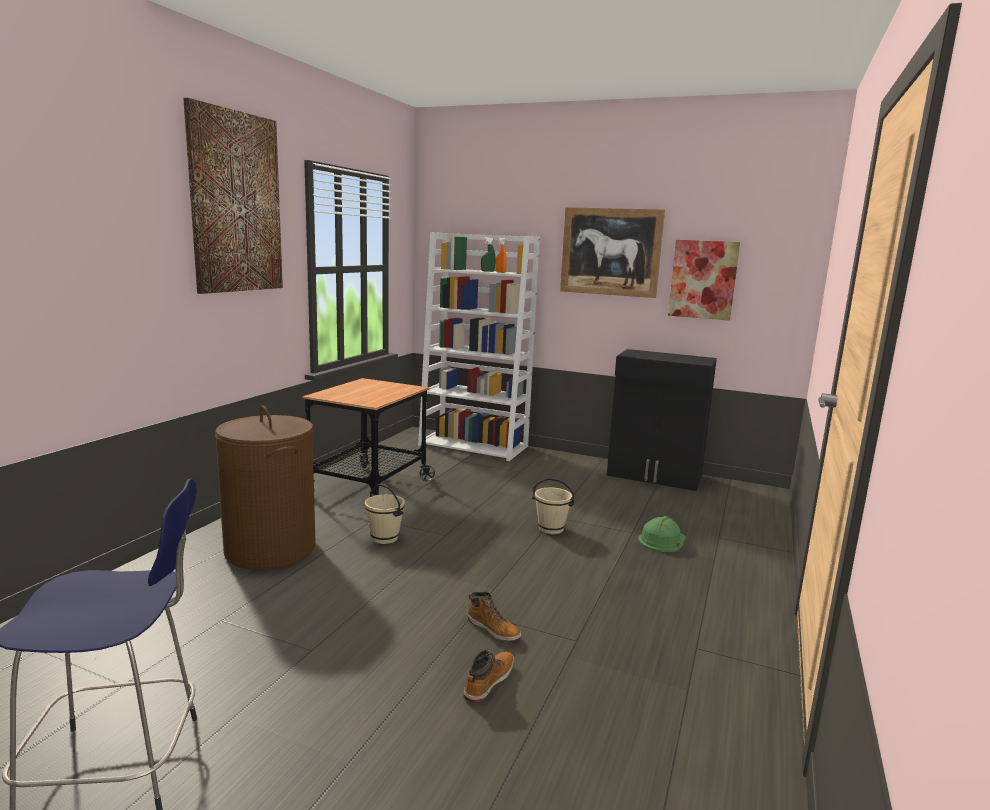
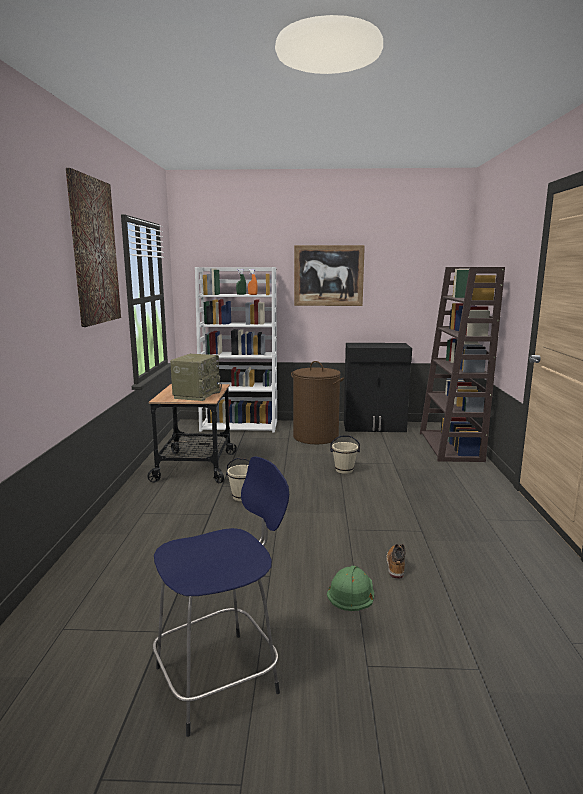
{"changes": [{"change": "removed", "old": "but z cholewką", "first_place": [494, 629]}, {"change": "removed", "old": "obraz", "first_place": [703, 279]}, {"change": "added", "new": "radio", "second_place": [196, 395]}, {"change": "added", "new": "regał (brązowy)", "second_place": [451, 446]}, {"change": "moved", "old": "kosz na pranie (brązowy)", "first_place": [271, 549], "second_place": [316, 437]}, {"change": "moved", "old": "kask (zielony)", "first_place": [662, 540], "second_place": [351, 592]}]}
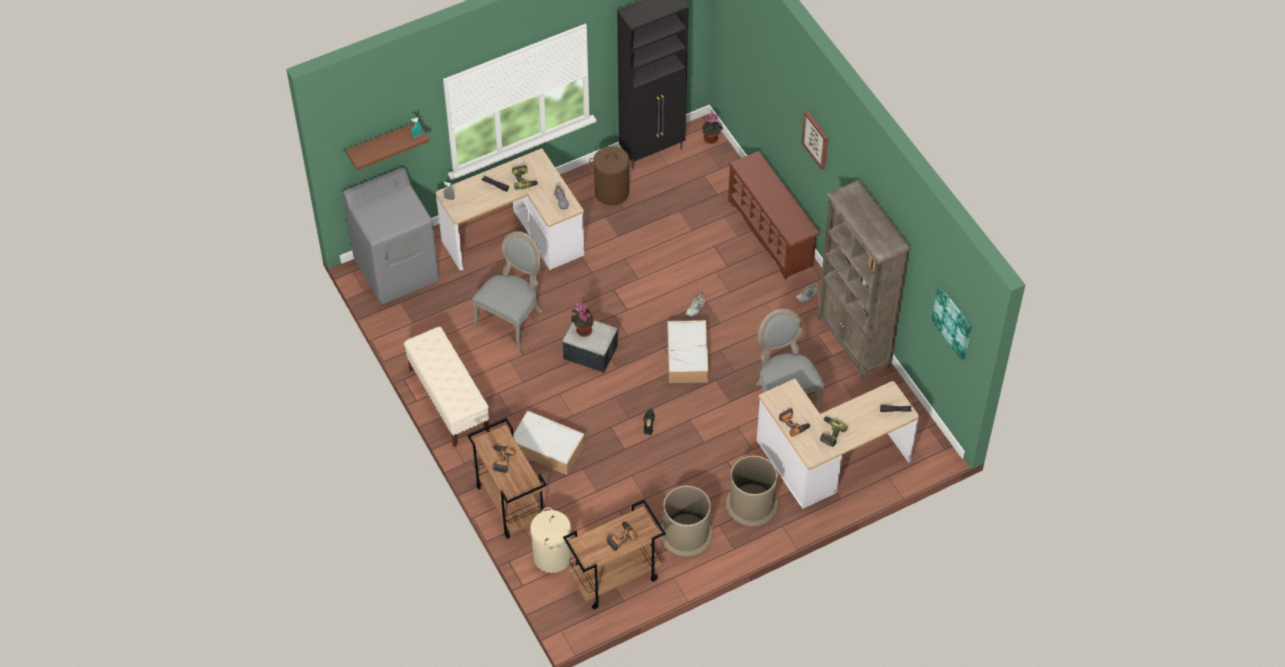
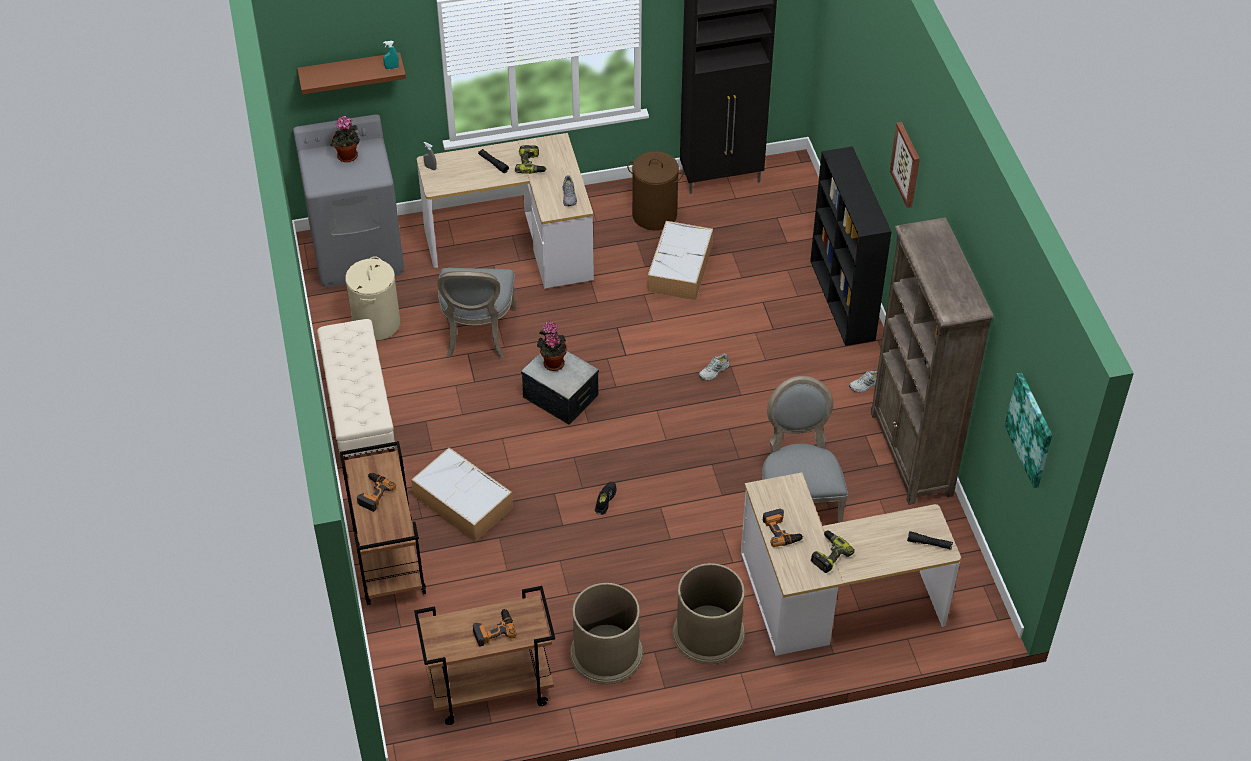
{"changes": [{"change": "moved", "old": "kosz na pranie (beżowy)", "first_place": [552, 556], "second_place": [376, 324]}, {"change": "moved", "old": "pojemnik do przechowywania", "first_place": [687, 357], "second_place": [680, 269]}, {"change": "moved", "old": "roślina doniczkowa", "first_place": [711, 140], "second_place": [348, 157]}, {"change": "replaced", "old": "regał na buty (brązowy)", "new": "regał (czarny)", "first_place": [771, 233], "second_place": [843, 301]}, {"change": "turned", "old": "krzesło (szary)", "first_place": [512, 317], "second_place": [477, 335], "degrees": 135}]}
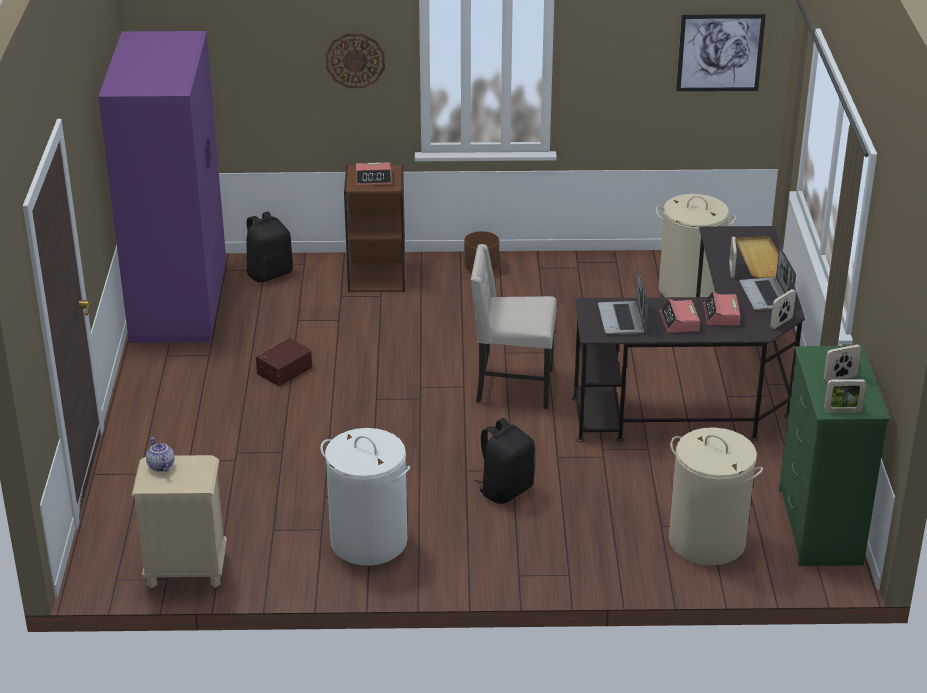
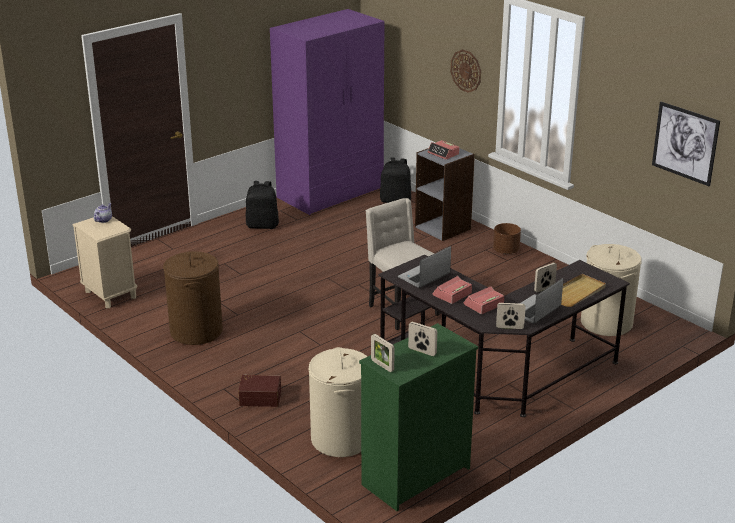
{"changes": [{"change": "moved", "old": "pojemnik do przechowywania (brązowy)", "first_place": [283, 370], "second_place": [260, 397]}, {"change": "moved", "old": "plecak (czarny)", "first_place": [505, 489], "second_place": [262, 225]}, {"change": "recoloured", "old": "kosz na pranie (biały)", "new": "kosz na pranie (brązowy)", "first_place": [368, 541], "second_place": [196, 331]}, {"change": "recoloured", "old": "regał (brązowy)", "new": "regał (szary)", "first_place": [377, 277], "second_place": [443, 228]}]}
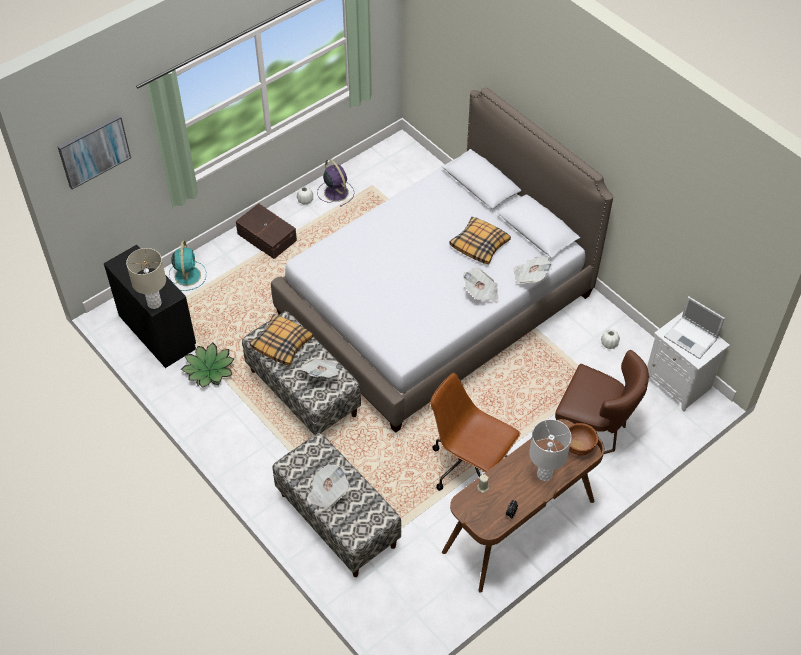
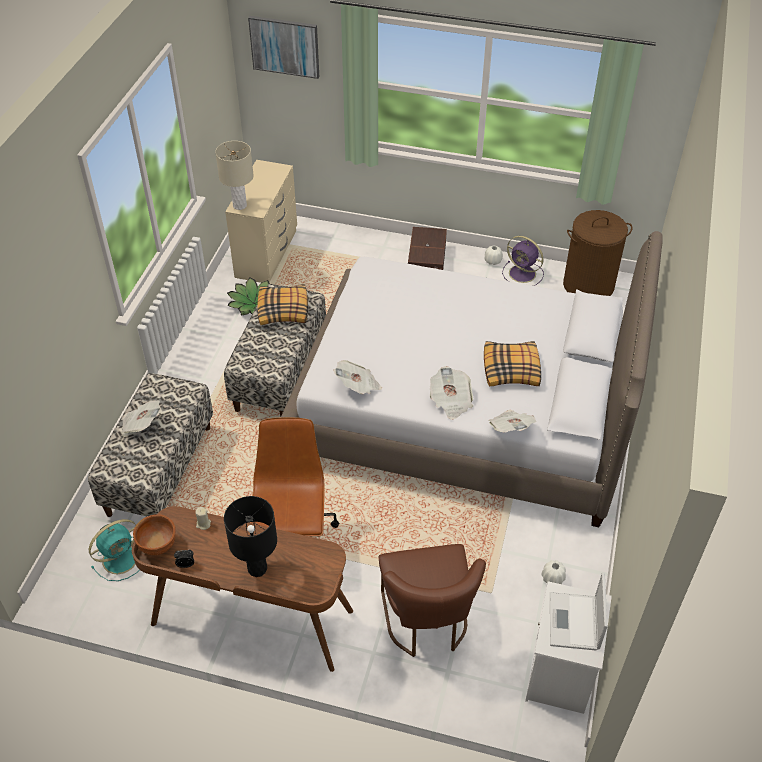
{"changes": [{"change": "added", "new": "kosz na pranie (brązowy)", "second_place": [588, 285]}, {"change": "moved", "old": "wentylator (turkusowy)", "first_place": [187, 275], "second_place": [121, 558]}, {"change": "moved", "old": "gazeta", "first_place": [322, 373], "second_place": [358, 386]}, {"change": "moved", "old": "miska (brązowy)", "first_place": [579, 447], "second_place": [158, 546]}, {"change": "recoloured", "old": "komoda (czarny)", "new": "komoda (beżowy)", "first_place": [158, 331], "second_place": [267, 253]}, {"change": "recoloured", "old": "lampa stołowa (biały)", "new": "lampa stołowa (czarny)", "first_place": [544, 474], "second_place": [257, 568]}, {"change": "turned", "old": "wentylator (fioletowy)", "first_place": [335, 192], "second_place": [523, 274], "degrees": 105}]}
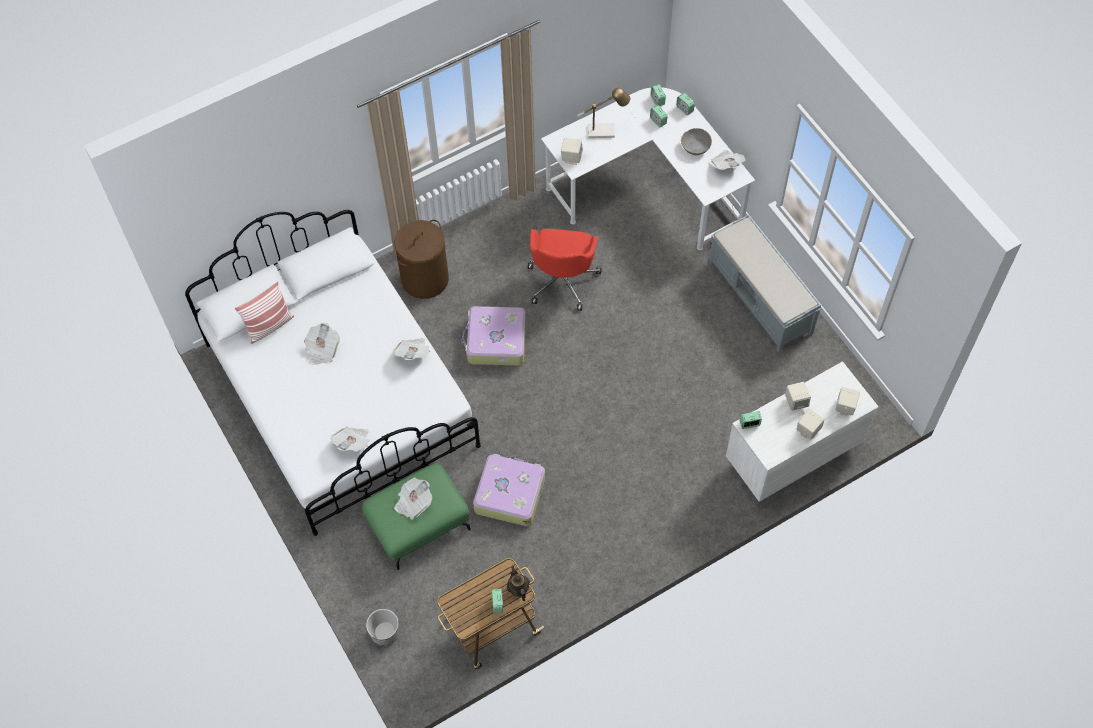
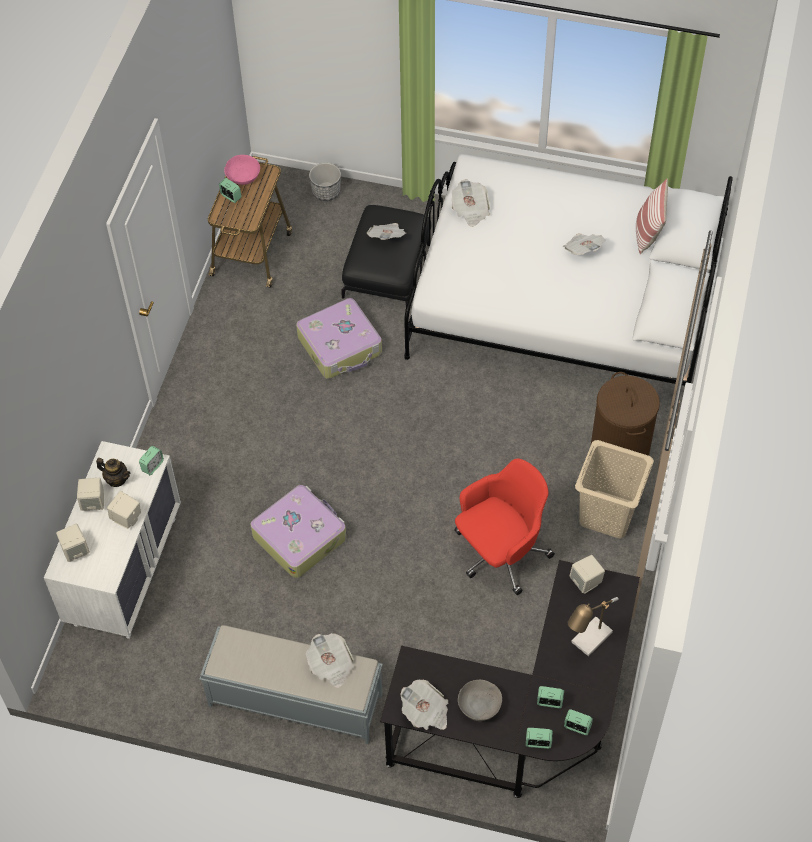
{"changes": [{"change": "added", "new": "miska (różowy)", "second_place": [243, 176]}, {"change": "added", "new": "kosz na pranie (beżowy)", "second_place": [607, 514]}, {"change": "moved", "old": "gazeta", "first_place": [413, 353], "second_place": [331, 666]}, {"change": "moved", "old": "walizka", "first_place": [495, 341], "second_place": [300, 536]}, {"change": "moved", "old": "imbryk", "first_place": [518, 589], "second_place": [116, 479]}, {"change": "recoloured", "old": "pufa (zielony)", "new": "pufa (czarny)", "first_place": [418, 522], "second_place": [387, 272]}, {"change": "recoloured", "old": "biurko (biały)", "new": "biurko (czarny)", "first_place": [648, 189], "second_place": [525, 721]}, {"change": "turned", "old": "krzesło biurowe (czerwony)", "first_place": [562, 280], "second_place": [500, 553], "degrees": 90}]}
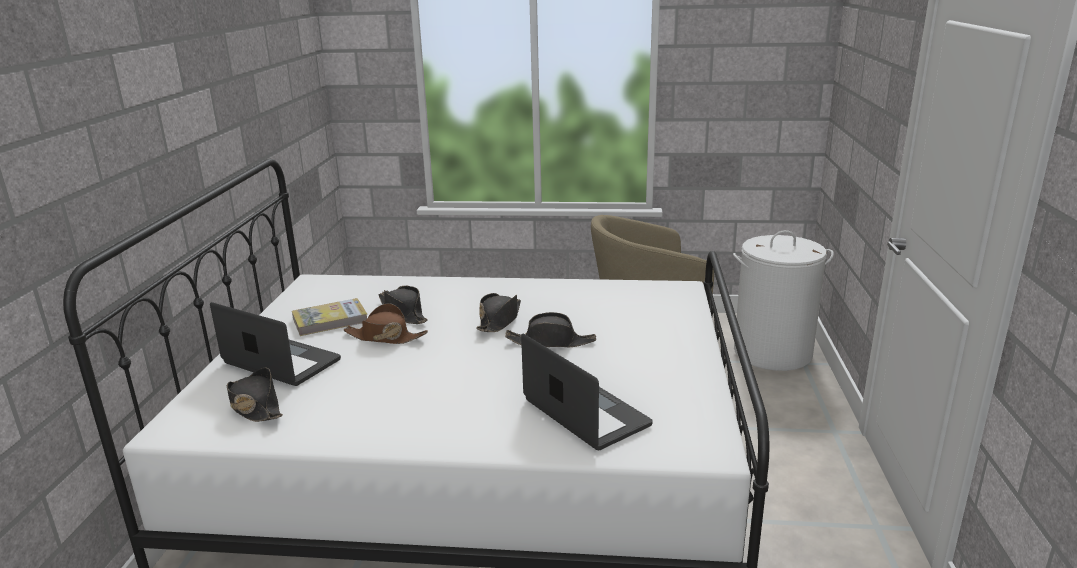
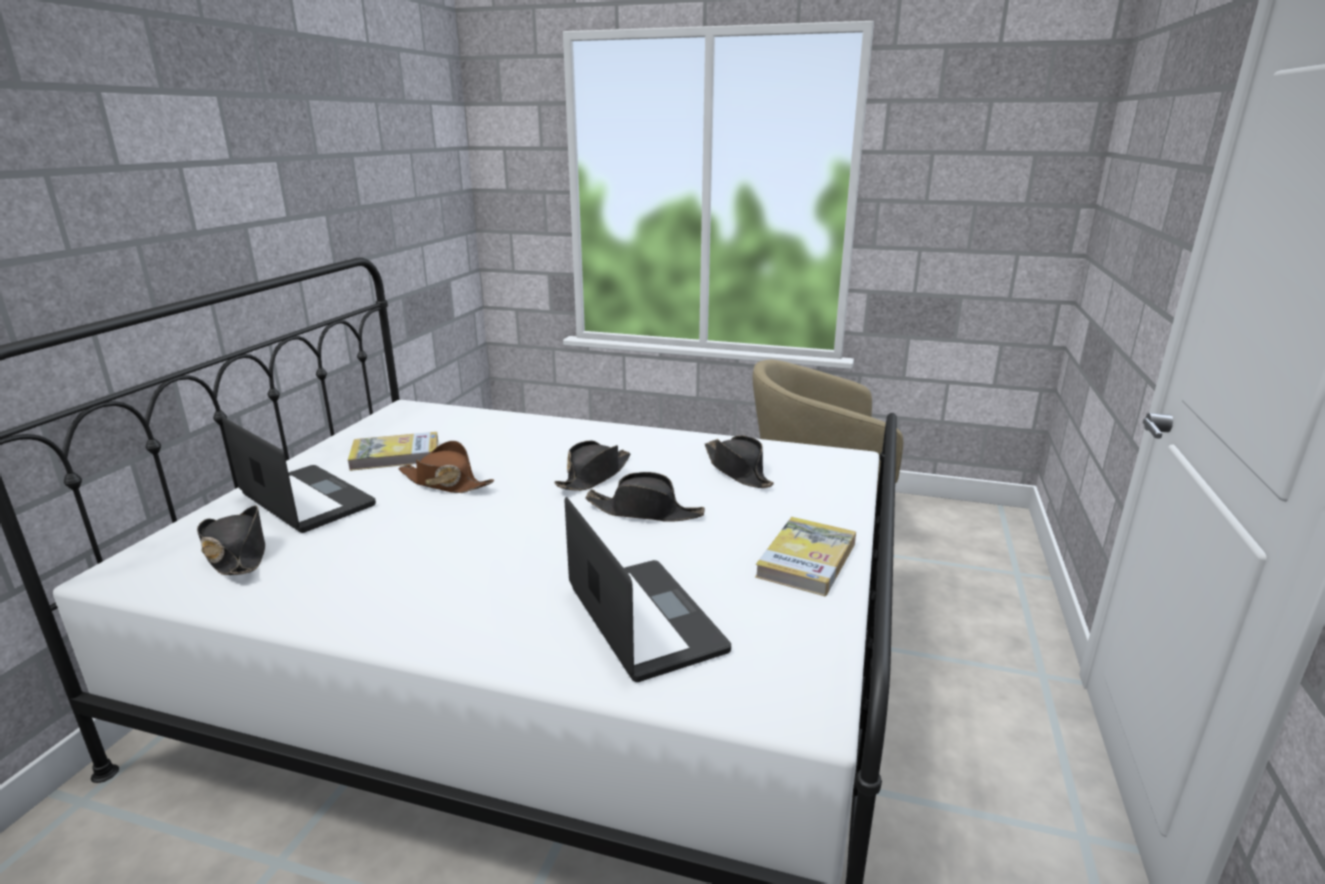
{"changes": [{"change": "removed", "old": "kosz na pranie (biały)", "first_place": [772, 352]}, {"change": "added", "new": "książka", "second_place": [806, 560]}, {"change": "moved", "old": "kapelusz (czarny)", "first_place": [403, 313], "second_place": [737, 471]}]}
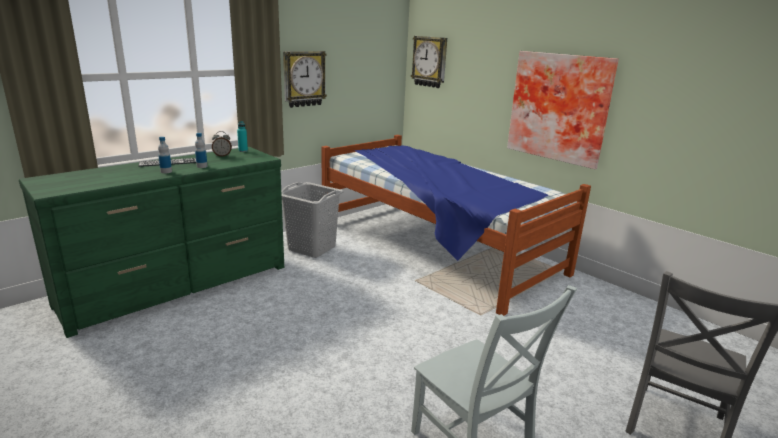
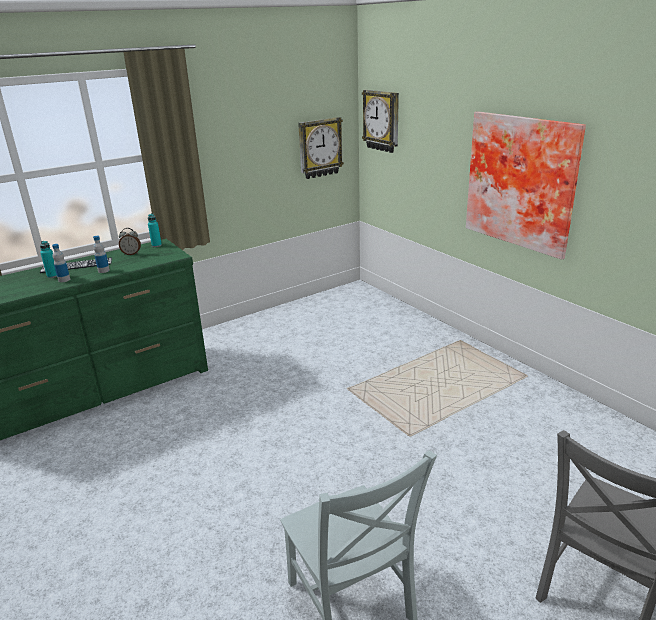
{"changes": [{"change": "removed", "old": "kosz na pranie (szary)", "first_place": [312, 248]}, {"change": "removed", "old": "łóżko", "first_place": [435, 247]}, {"change": "added", "new": "butelka (turkusowy)", "second_place": [52, 276]}, {"change": "moved", "old": "zegar ścienny", "first_place": [303, 79], "second_place": [320, 148]}]}
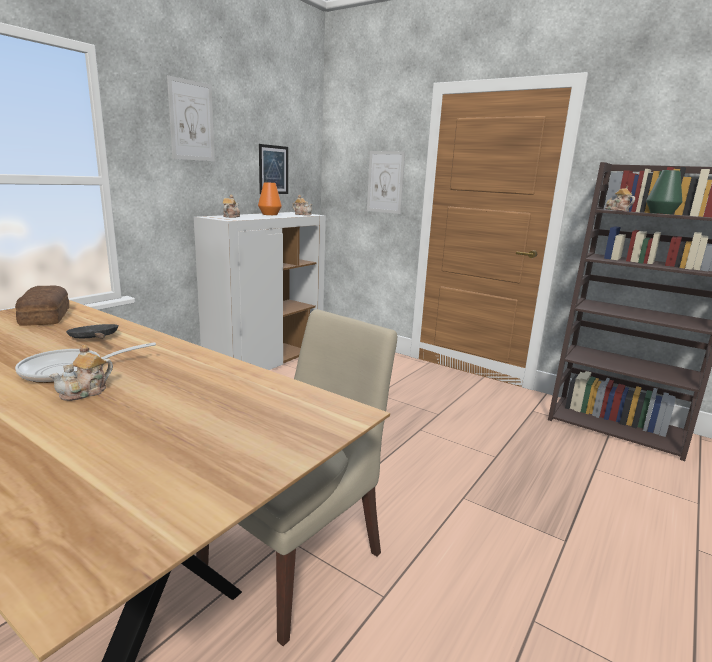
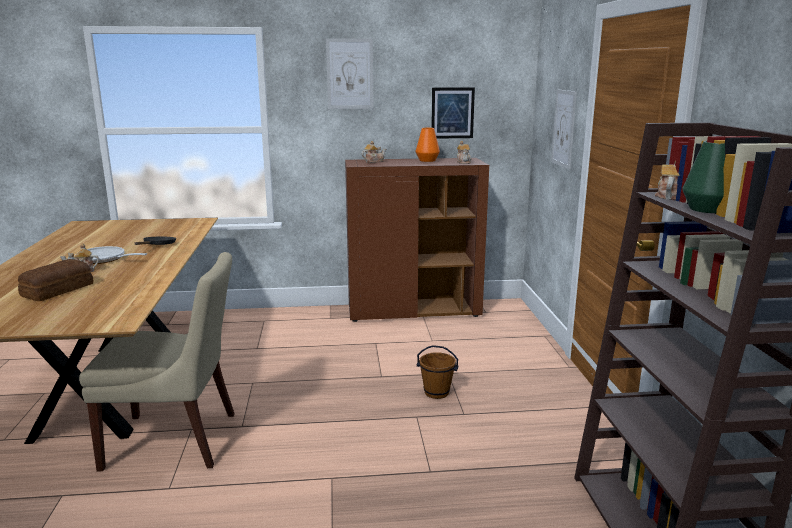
{"changes": [{"change": "added", "new": "wiadro (brązowy)", "second_place": [436, 392]}, {"change": "moved", "old": "chleb", "first_place": [44, 317], "second_place": [56, 290]}, {"change": "recoloured", "old": "szafka (biały)", "new": "szafka (brązowy)", "first_place": [266, 361], "second_place": [414, 311]}]}
